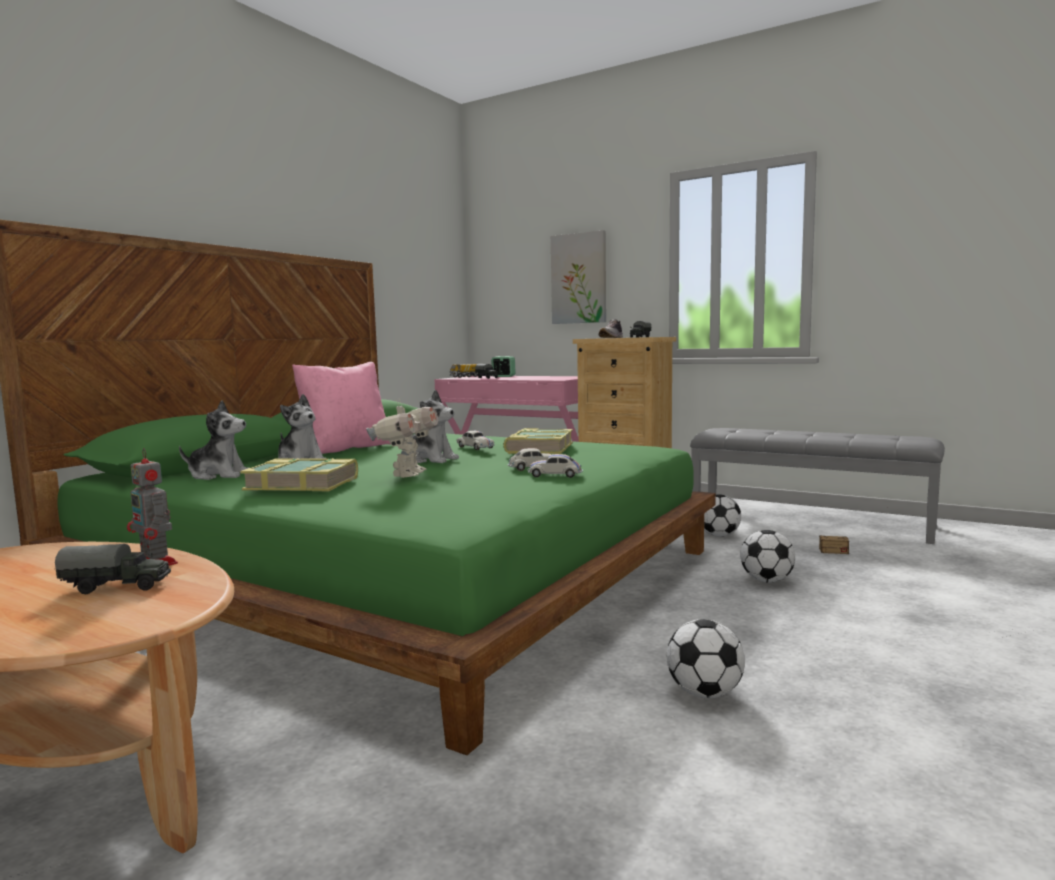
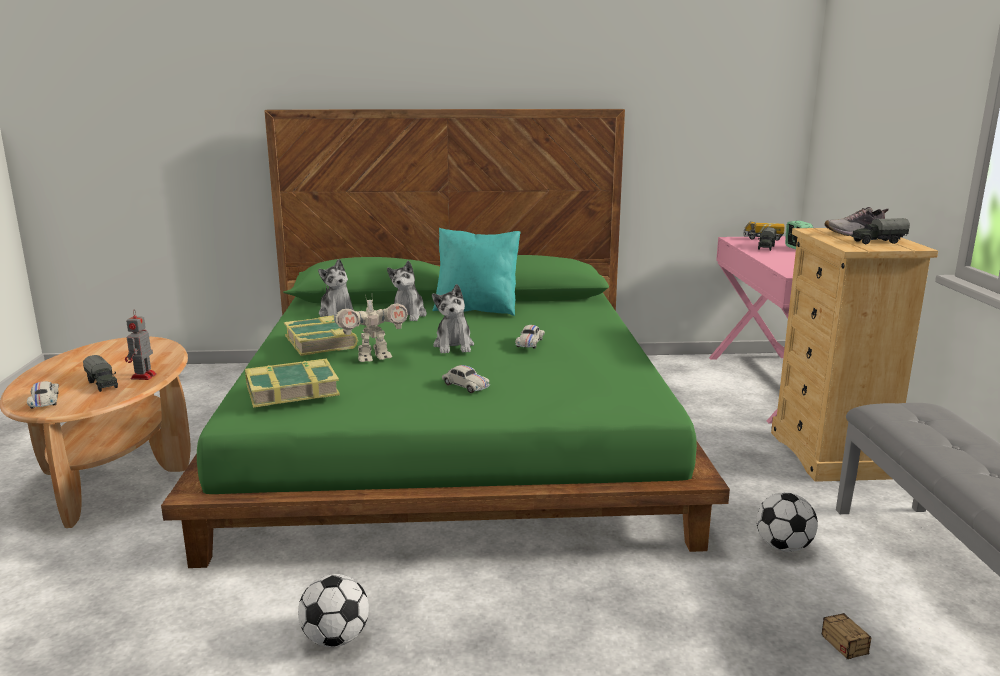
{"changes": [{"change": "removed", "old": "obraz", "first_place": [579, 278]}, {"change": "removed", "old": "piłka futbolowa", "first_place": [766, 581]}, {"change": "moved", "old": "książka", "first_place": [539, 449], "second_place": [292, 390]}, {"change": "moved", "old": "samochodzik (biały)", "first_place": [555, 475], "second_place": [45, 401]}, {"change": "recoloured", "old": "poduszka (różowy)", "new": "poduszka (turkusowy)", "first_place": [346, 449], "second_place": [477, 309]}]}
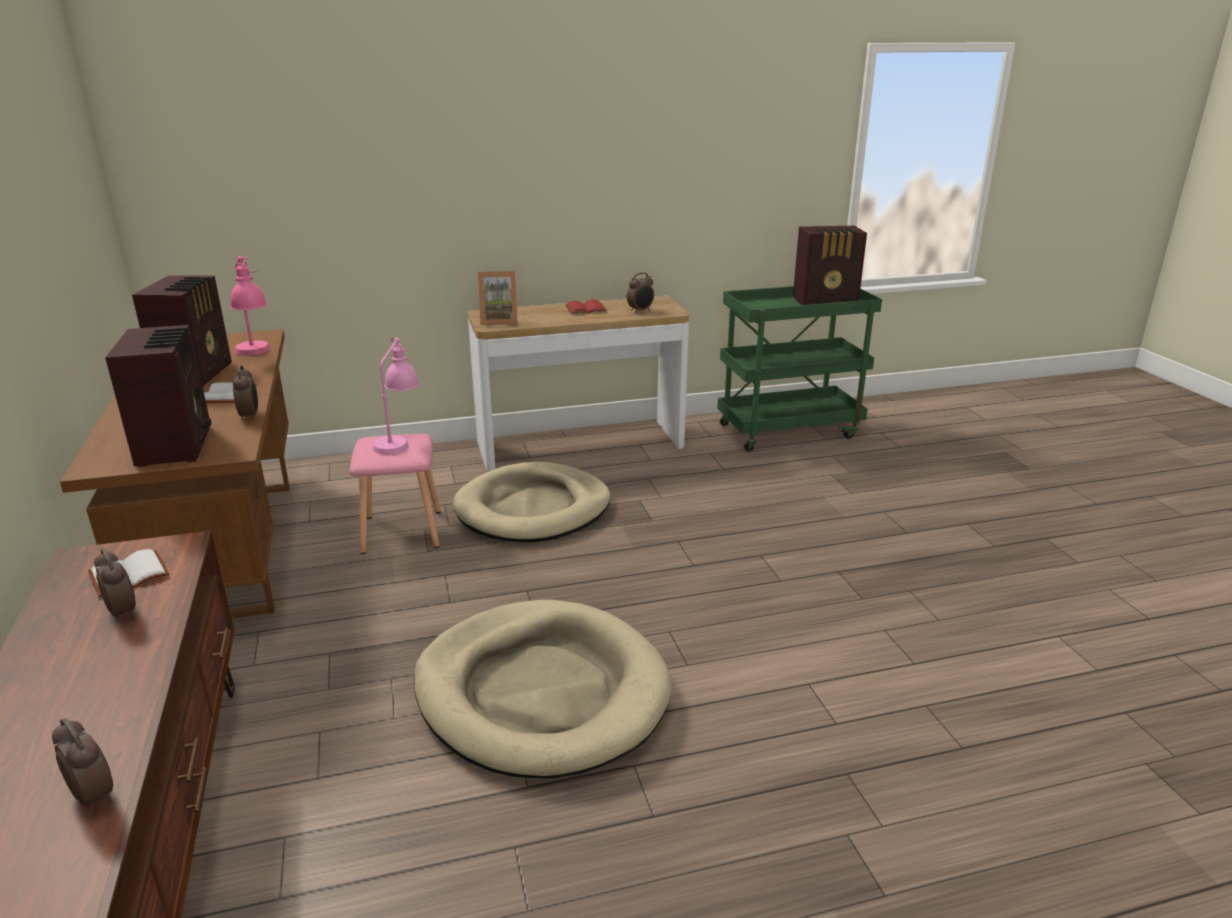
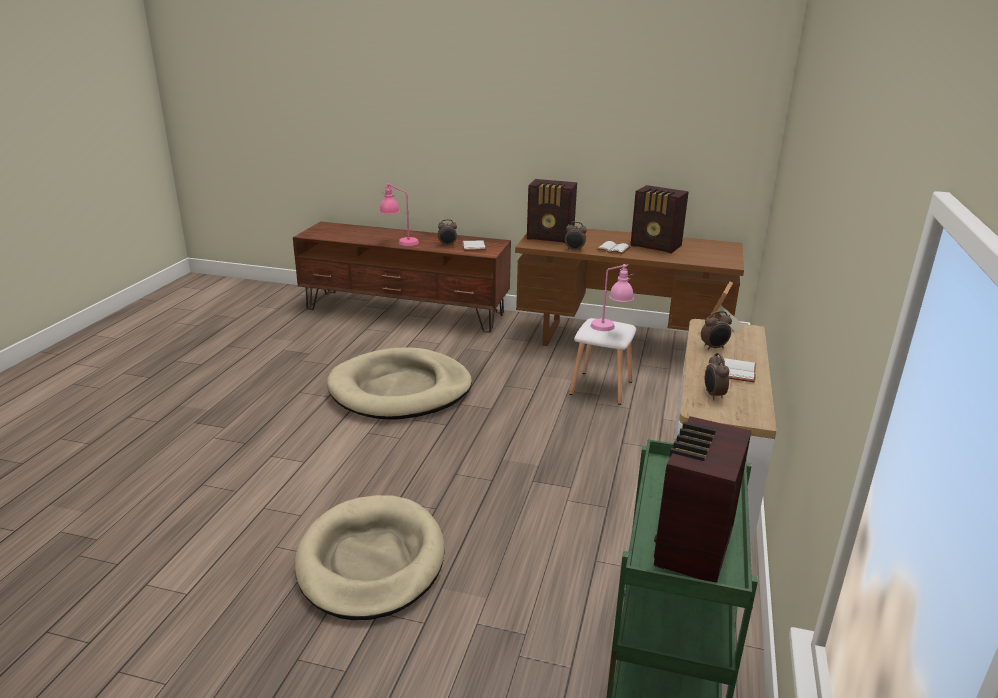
{"changes": [{"change": "moved", "old": "budzik", "first_place": [95, 795], "second_place": [714, 348]}, {"change": "moved", "old": "lampa stołowa (różowy)", "first_place": [256, 354], "second_place": [399, 242]}, {"change": "moved", "old": "legowisko (beżowy)", "first_place": [533, 509], "second_place": [371, 561]}, {"change": "recoloured", "old": "stołek (różowy)", "new": "stołek (biały)", "first_place": [402, 532], "second_place": [600, 388]}, {"change": "recoloured", "old": "książka (czerwony)", "new": "książka (biały)", "first_place": [586, 309], "second_place": [737, 372]}]}
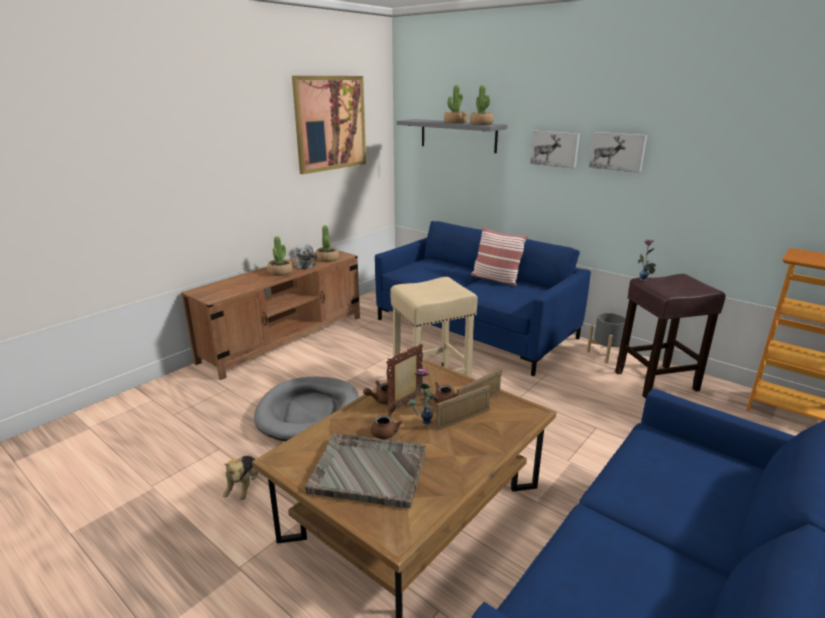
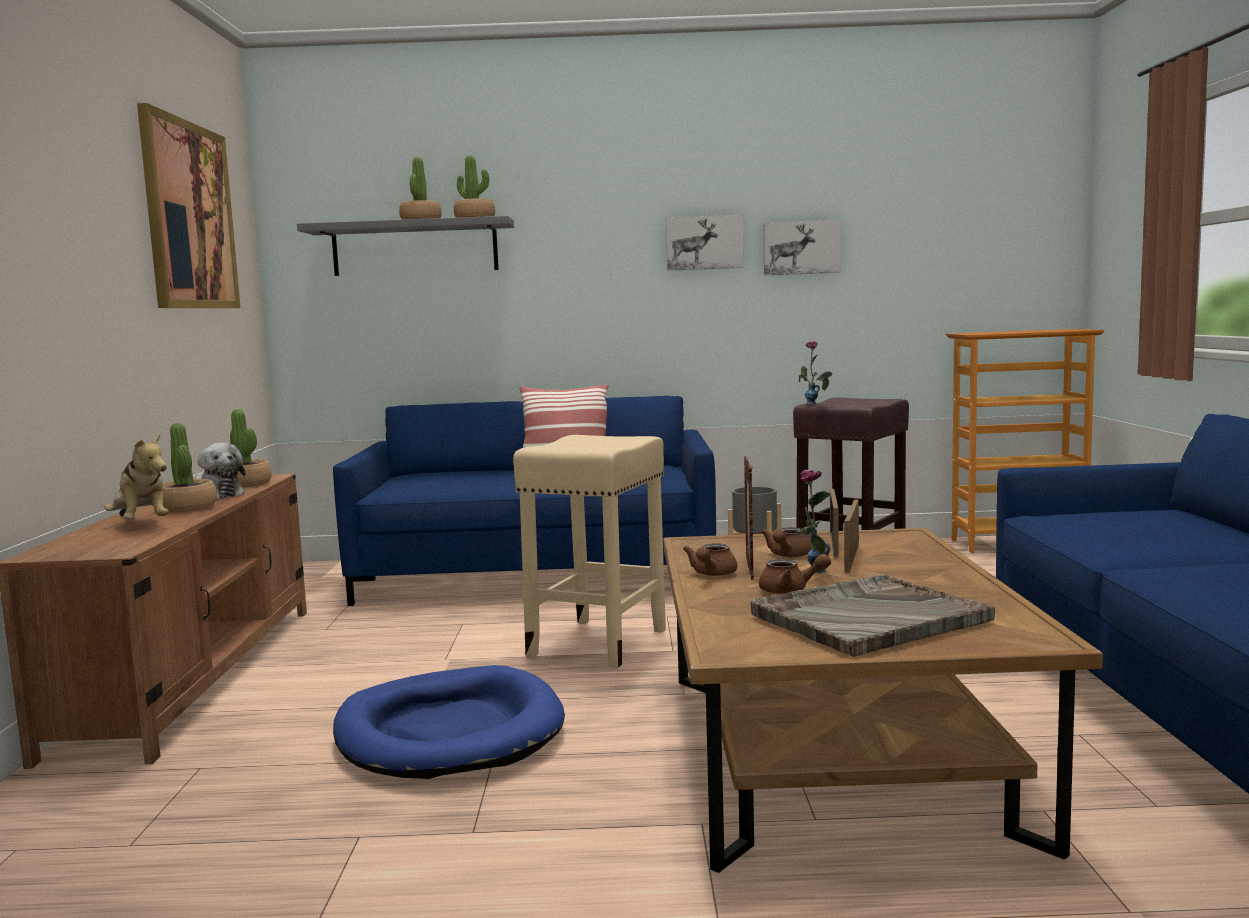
{"changes": [{"change": "moved", "old": "pluszak", "first_place": [244, 487], "second_place": [141, 524]}, {"change": "moved", "old": "obraz", "first_place": [555, 149], "second_place": [801, 247]}, {"change": "recoloured", "old": "legowisko (szary)", "new": "legowisko (niebieski)", "first_place": [309, 412], "second_place": [449, 732]}, {"change": "turned", "old": "imbryk (brązowy)", "first_place": [386, 430], "second_place": [790, 590], "degrees": 120}]}
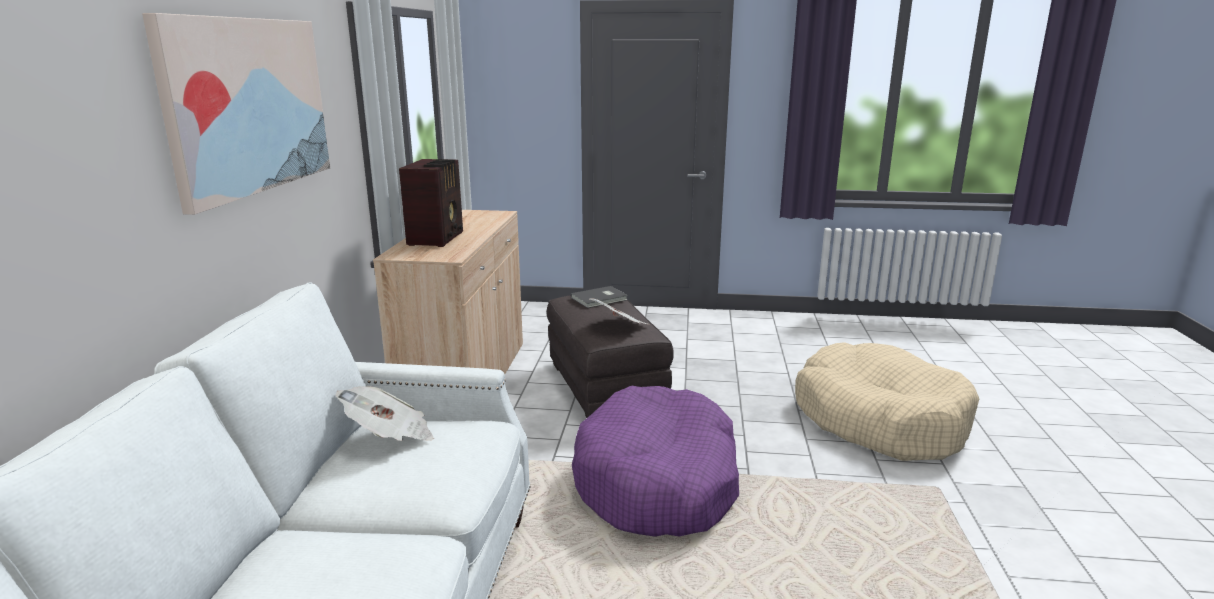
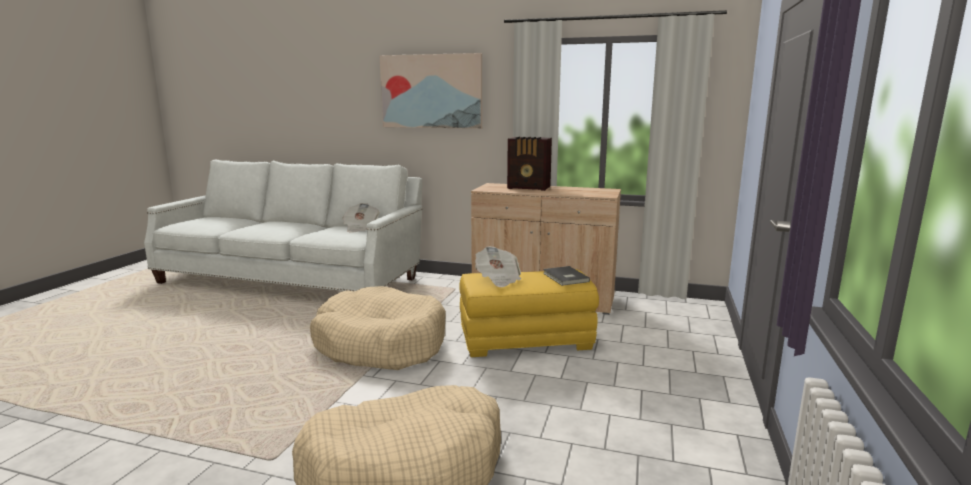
{"changes": [{"change": "recoloured", "old": "pufa (szary)", "new": "pufa (żółty)", "first_place": [606, 387], "second_place": [524, 340]}, {"change": "recoloured", "old": "legowisko (fioletowy)", "new": "legowisko (beżowy)", "first_place": [658, 481], "second_place": [380, 344]}]}
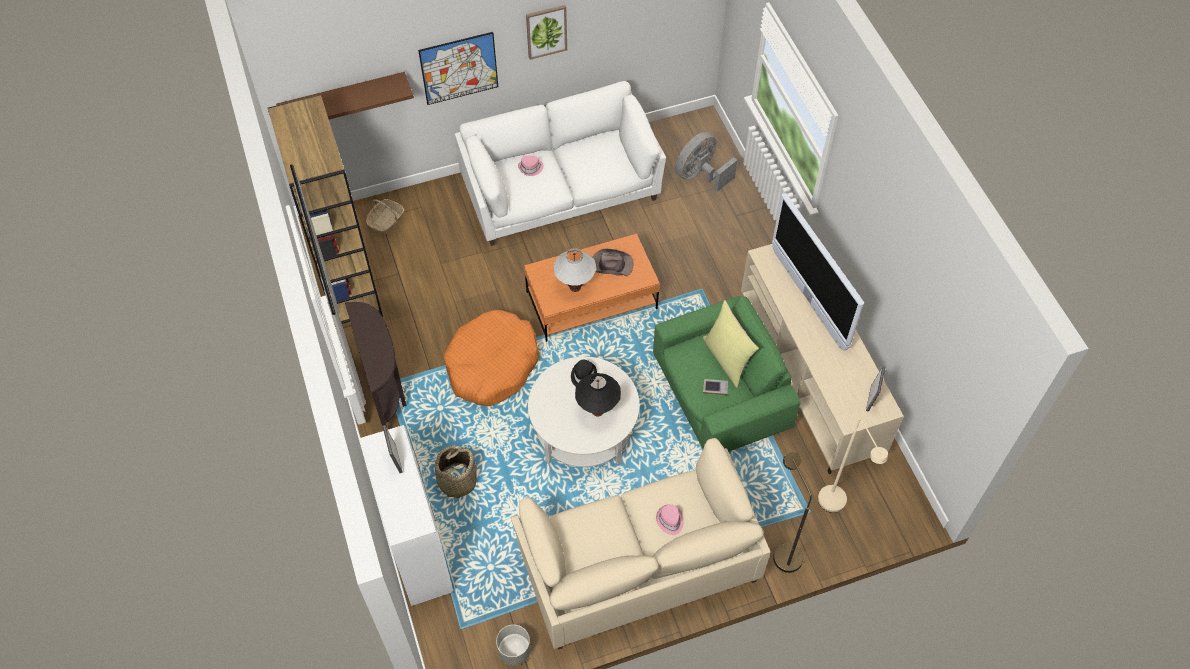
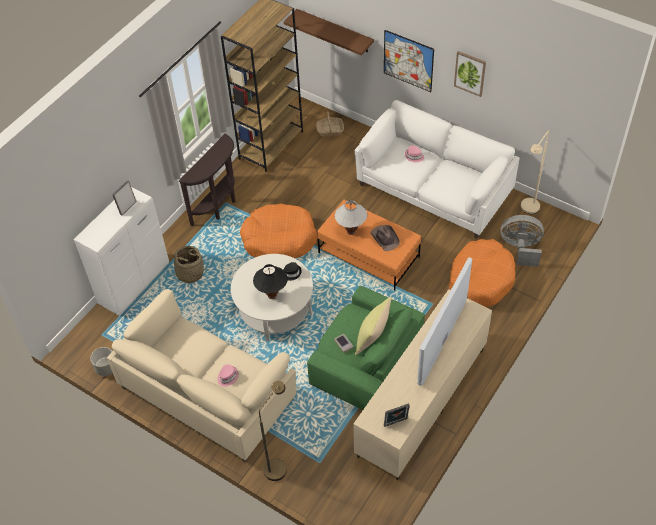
{"changes": [{"change": "added", "new": "legowisko (pomarańczowy)", "second_place": [480, 279]}, {"change": "moved", "old": "lampa stojąca (beżowy)", "first_place": [836, 506], "second_place": [528, 210]}]}
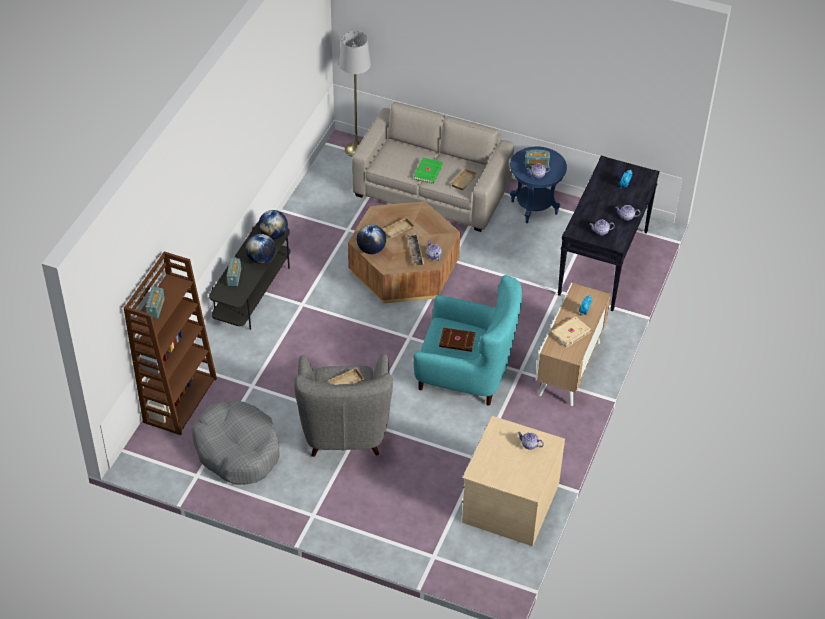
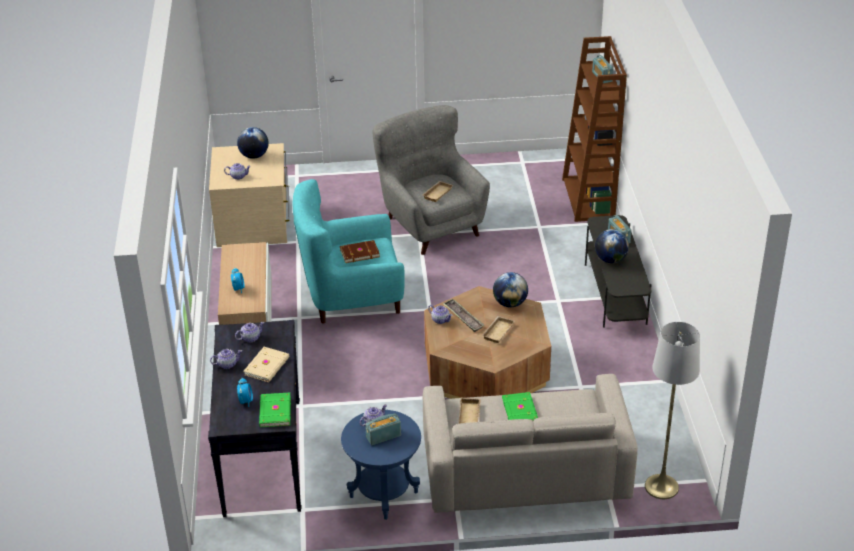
{"changes": [{"change": "removed", "old": "legowisko (szary)", "first_place": [237, 450]}, {"change": "added", "new": "książka (zielony)", "second_place": [274, 412]}, {"change": "moved", "old": "globus", "first_place": [273, 235], "second_place": [254, 156]}, {"change": "moved", "old": "książka (beżowy)", "first_place": [569, 332], "second_place": [267, 366]}]}
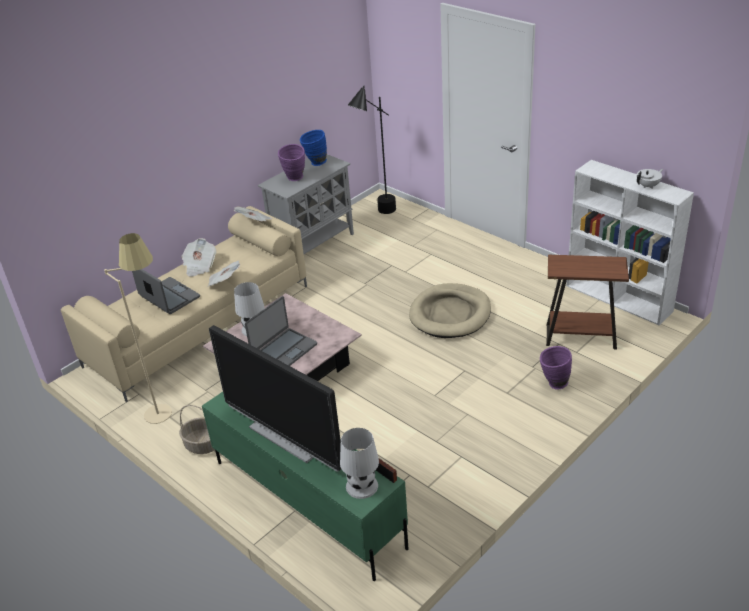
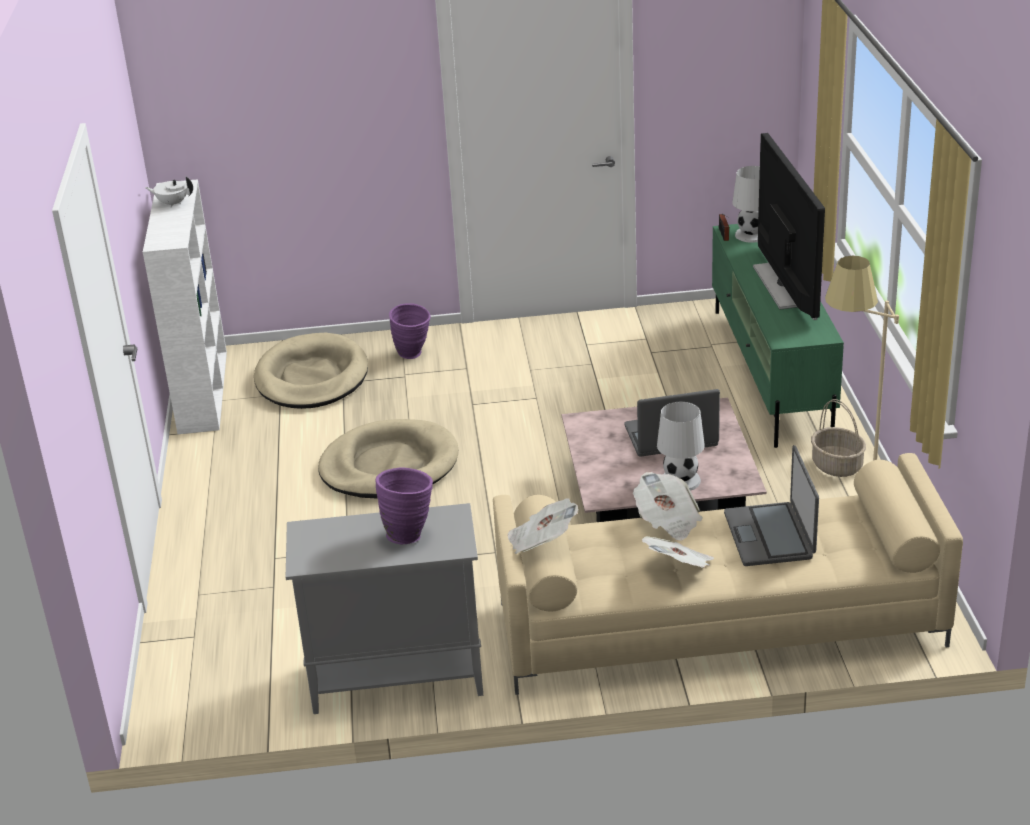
{"changes": [{"change": "removed", "old": "wazon (niebieski)", "first_place": [315, 163]}, {"change": "removed", "old": "lampa stojąca (czarny)", "first_place": [378, 216]}, {"change": "replaced", "old": "stolik (brązowy)", "new": "legowisko (beżowy)", "first_place": [580, 337], "second_place": [311, 377]}]}
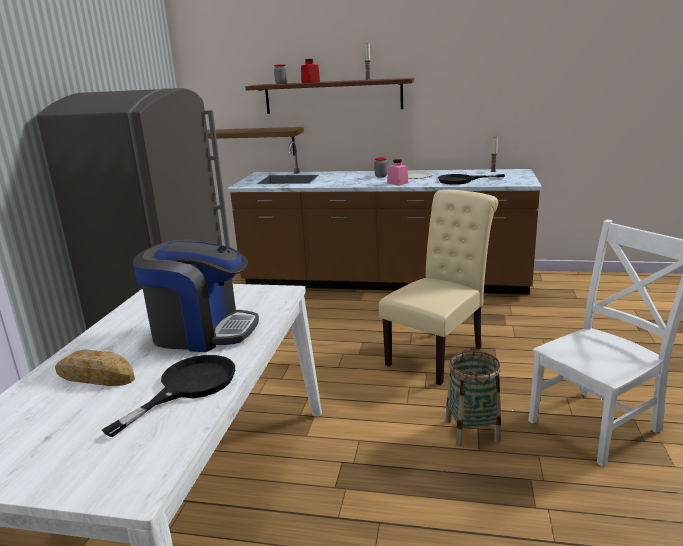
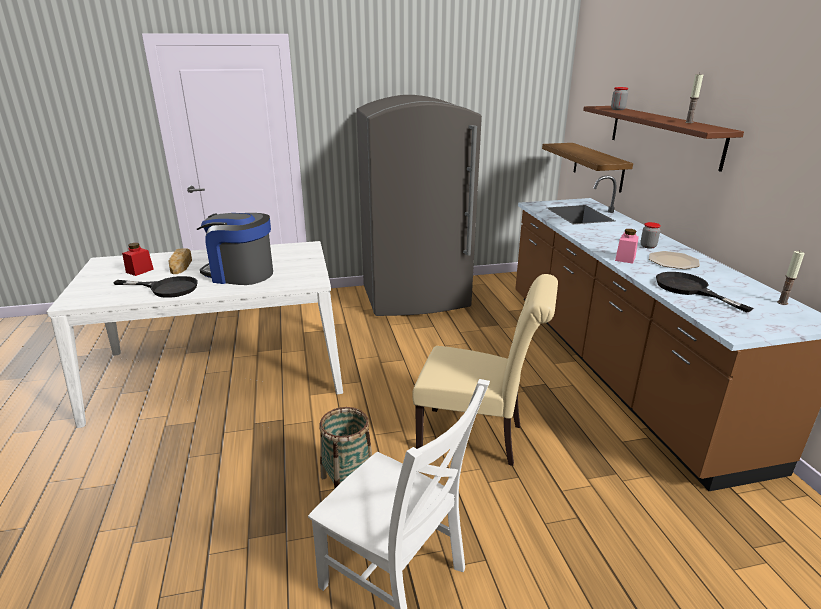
{"changes": [{"change": "moved", "old": "słoik (czerwony)", "first_place": [310, 82], "second_place": [139, 271]}, {"change": "turned", "old": "ekspres do kawy", "first_place": [202, 331], "second_place": [240, 274], "degrees": 120}]}
